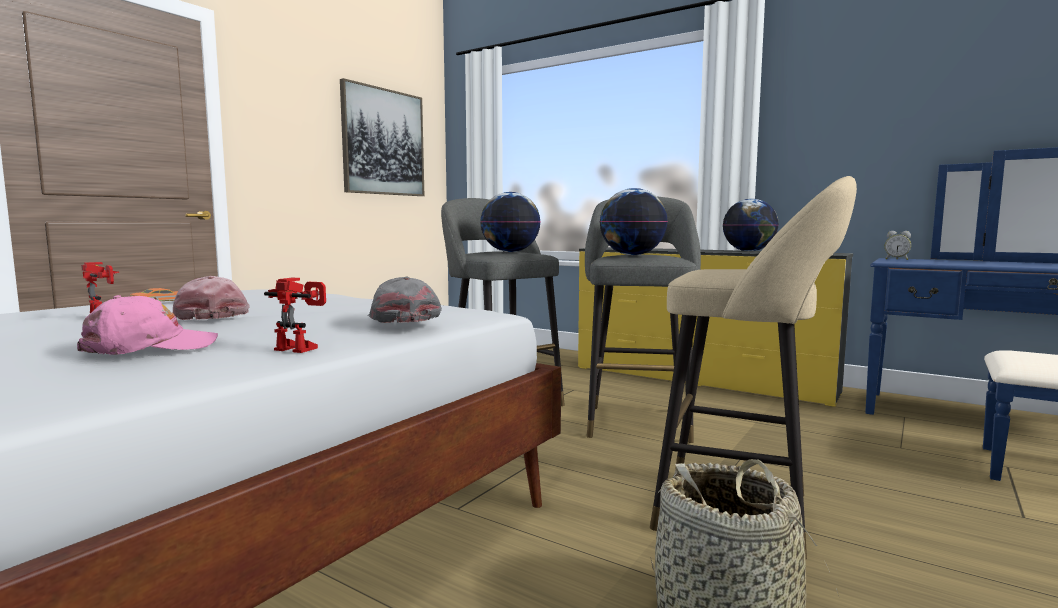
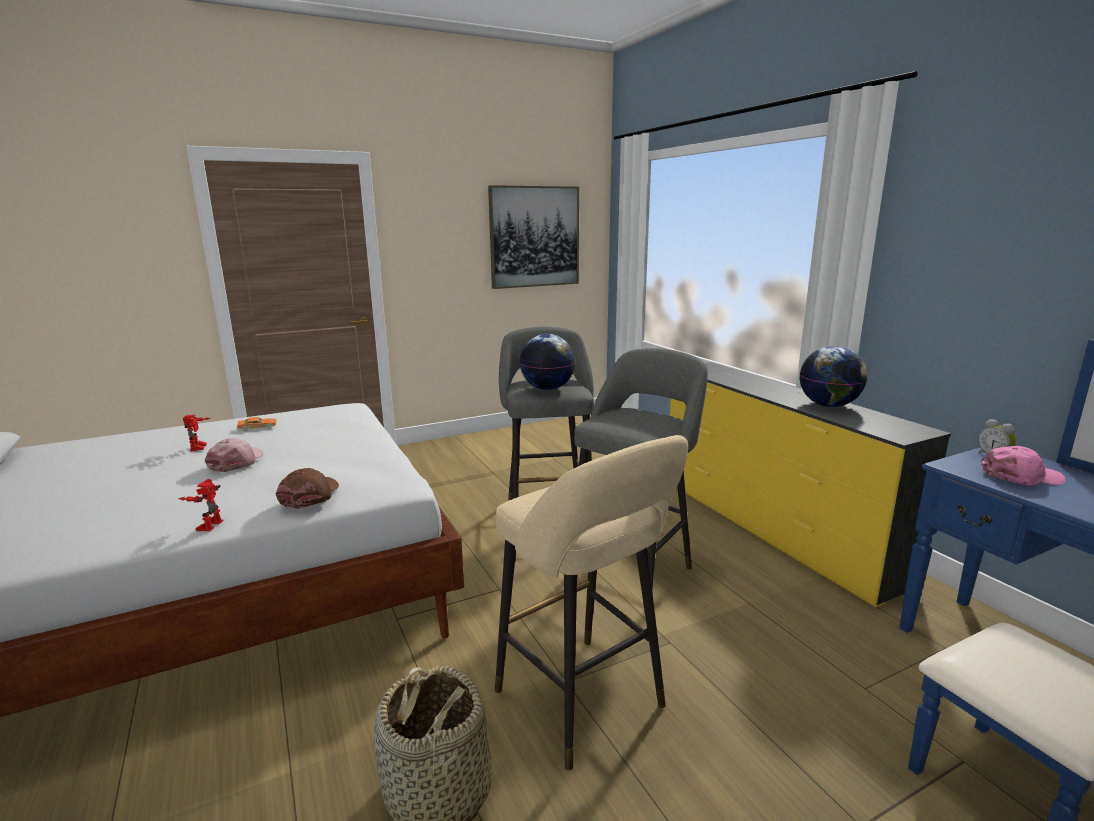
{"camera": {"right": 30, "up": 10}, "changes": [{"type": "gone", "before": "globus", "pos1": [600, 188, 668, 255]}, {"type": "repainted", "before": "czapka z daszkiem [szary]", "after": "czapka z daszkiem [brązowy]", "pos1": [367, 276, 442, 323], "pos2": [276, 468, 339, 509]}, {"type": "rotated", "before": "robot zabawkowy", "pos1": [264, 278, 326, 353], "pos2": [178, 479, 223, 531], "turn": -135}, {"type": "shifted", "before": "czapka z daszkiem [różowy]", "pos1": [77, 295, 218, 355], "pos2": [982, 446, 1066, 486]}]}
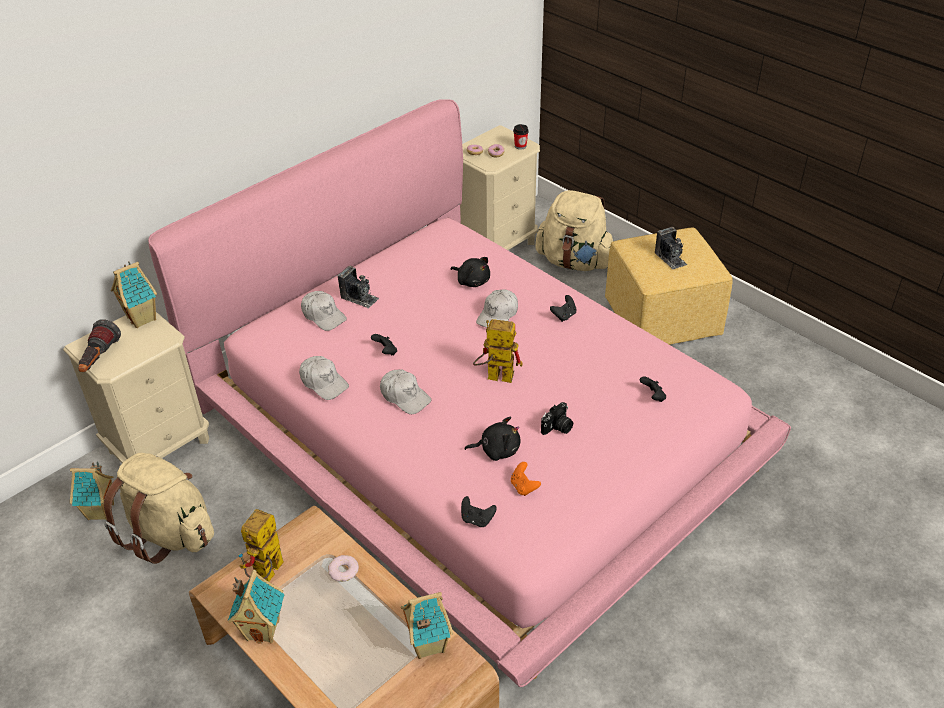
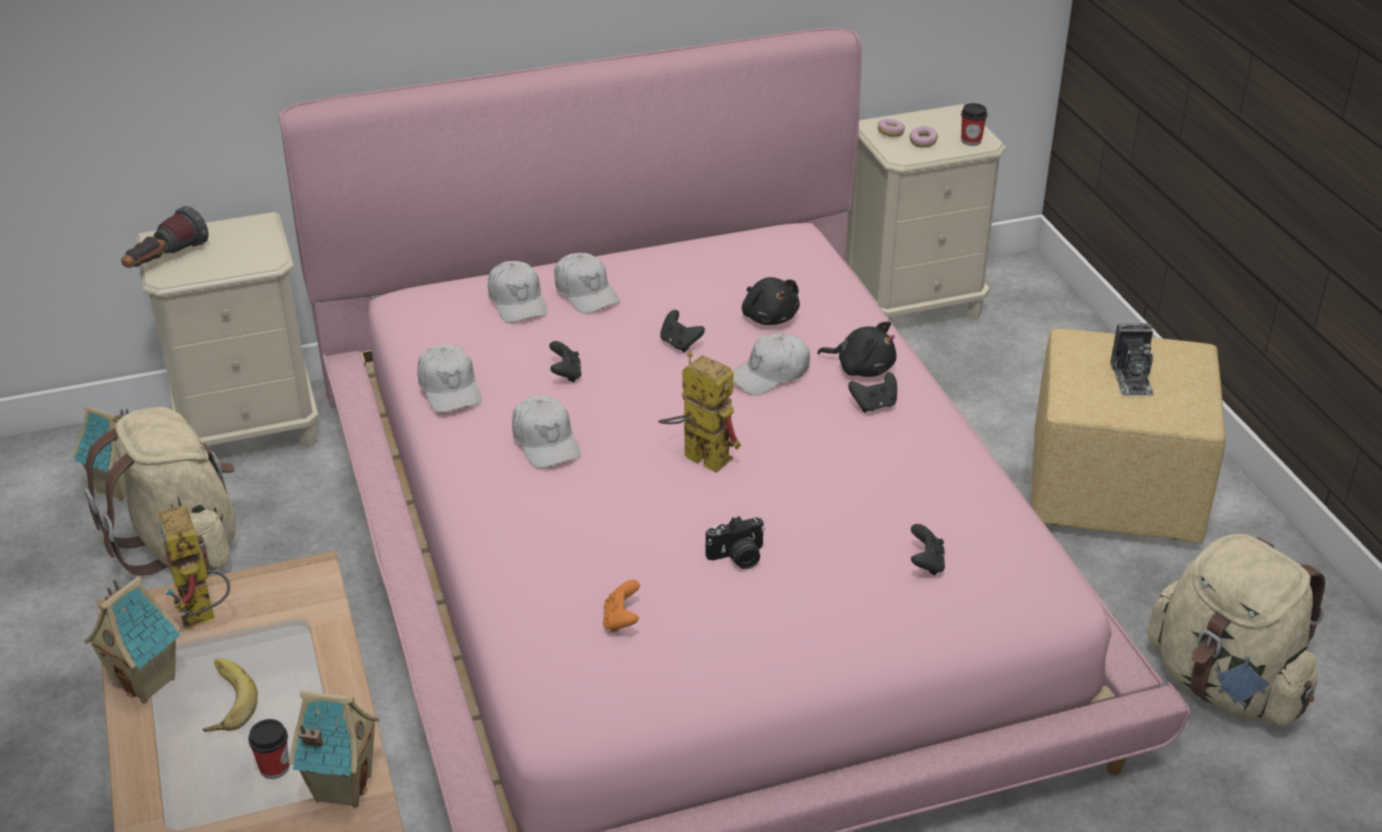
{"camera": {"right": 25, "up": -5}, "changes": [{"type": "shifted", "before": "plecak [beżowy]", "pos1": [535, 190, 613, 271], "pos2": [1147, 534, 1325, 727]}, {"type": "gone", "before": "domek", "pos1": [111, 261, 157, 328]}, {"type": "swapped", "before": "aparat fotograficzny", "after": "czapka z daszkiem [biały]", "pos1": [338, 266, 379, 309], "pos2": [554, 253, 620, 314]}, {"type": "shifted", "before": "pluszak [czarny]", "pos1": [464, 417, 520, 461], "pos2": [817, 321, 896, 377]}, {"type": "shifted", "before": "pad do gier [czarny]", "pos1": [461, 496, 497, 527], "pos2": [660, 310, 705, 352]}, {"type": "rotated", "before": "robot zabawkowy", "pos1": [238, 509, 284, 582], "pos2": [158, 504, 230, 629], "turn": -75}, {"type": "gone", "before": "donut", "pos1": [328, 555, 359, 581]}, {"type": "new", "after": "banan", "pos2": [203, 659, 258, 732]}, {"type": "new", "after": "filiżanka", "pos2": [248, 719, 289, 779]}]}
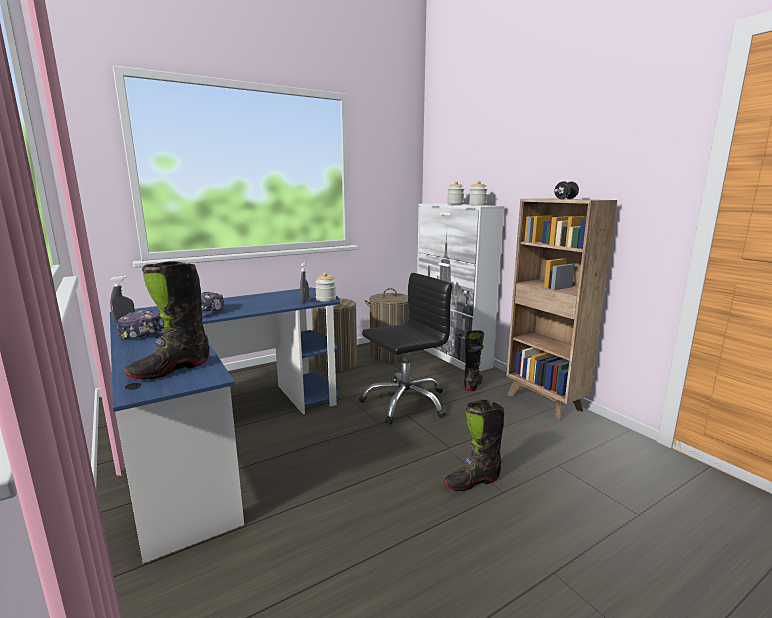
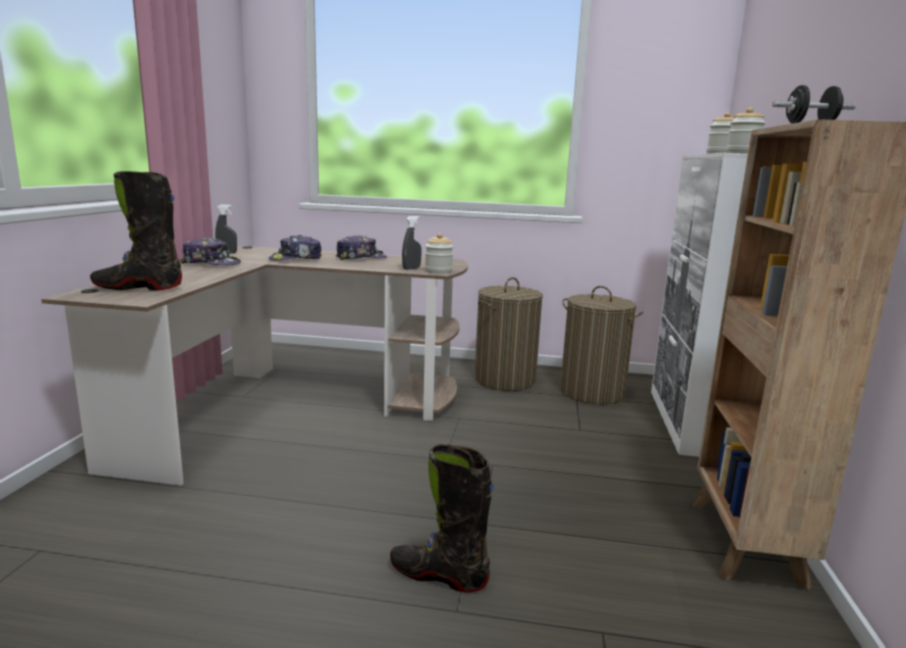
{"camera": {"right": 40, "up": 0}, "changes": [{"type": "gone", "before": "krzesło biurowe [czarny]", "pos1": [359, 273, 453, 424]}, {"type": "repainted", "before": "biurko [niebieski]", "after": "biurko [brązowy]", "pos1": [110, 287, 340, 564], "pos2": [41, 246, 468, 485]}, {"type": "gone", "before": "but z cholewką [czarny]", "pos1": [464, 330, 484, 391]}, {"type": "new", "after": "czapka z daszkiem", "pos2": [336, 235, 387, 260]}]}
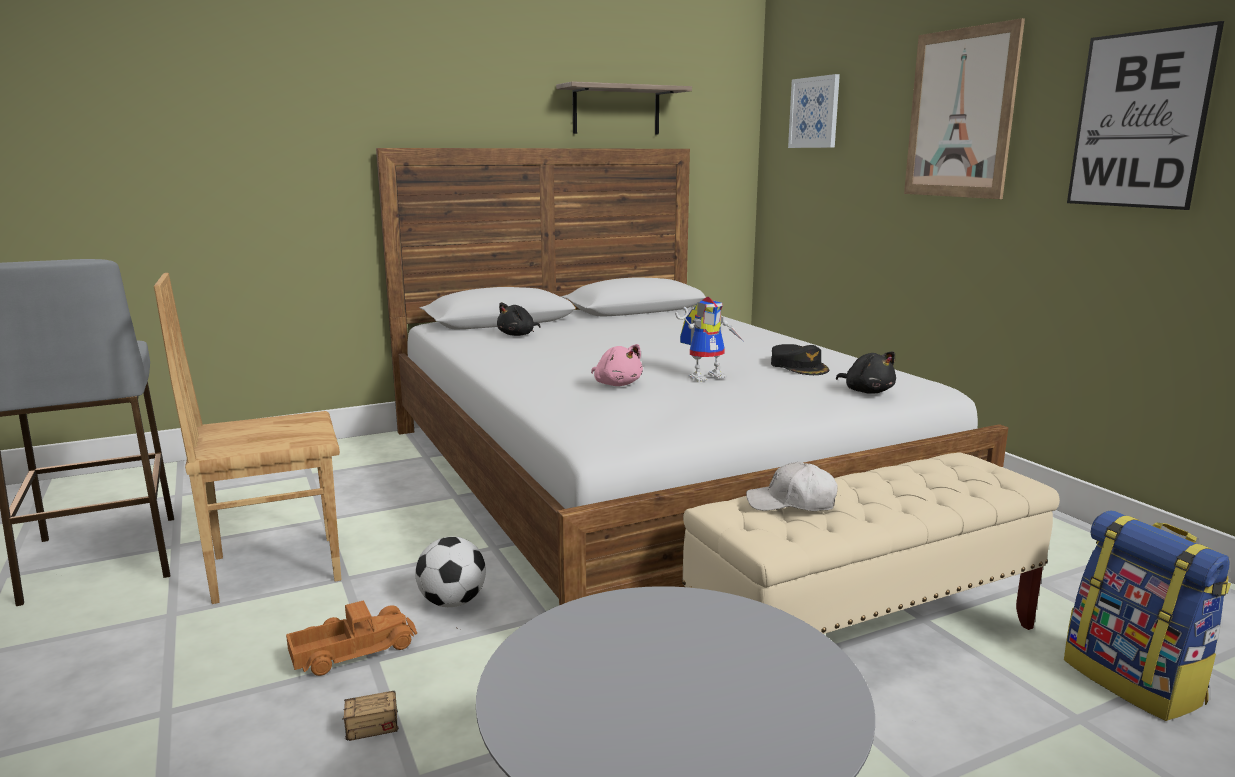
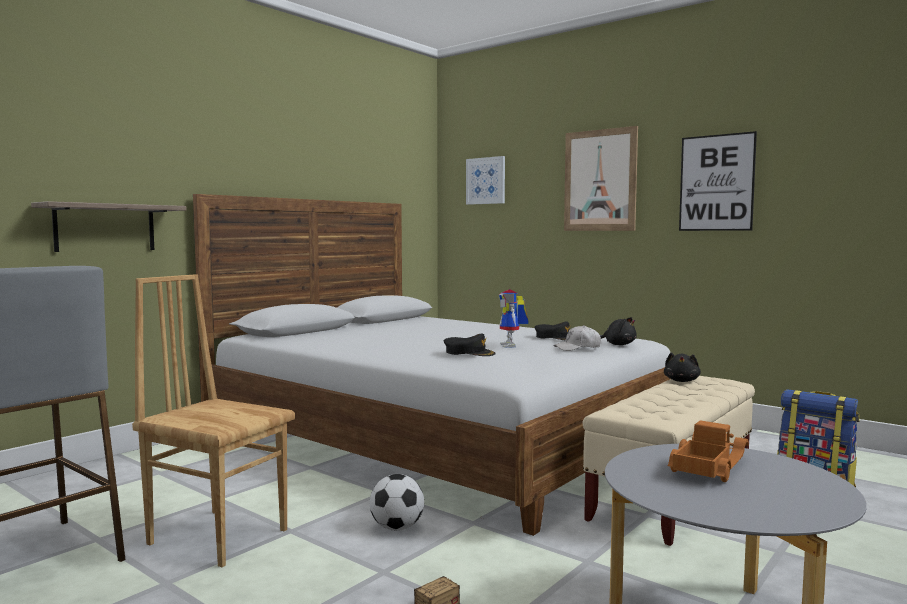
{"camera": {"right": -25, "up": -10}, "changes": [{"type": "shifted", "before": "półka", "pos1": [556, 81, 692, 135], "pos2": [31, 201, 187, 252]}, {"type": "rotated", "before": "krzesło [brązowy]", "pos1": [154, 273, 341, 604], "pos2": [132, 274, 295, 567], "turn": 75}, {"type": "rotated", "before": "robot zabawkowy", "pos1": [675, 297, 743, 382], "pos2": [499, 289, 528, 348], "turn": 135}, {"type": "shifted", "before": "pluszak [czarny]", "pos1": [497, 302, 541, 336], "pos2": [664, 352, 701, 382]}, {"type": "swapped", "before": "pluszak [różowy]", "after": "czapka z daszkiem [czarny]", "pos1": [591, 344, 643, 386], "pos2": [444, 333, 496, 356]}, {"type": "shifted", "before": "czapka z daszkiem [biały]", "pos1": [746, 462, 838, 511], "pos2": [554, 325, 601, 351]}, {"type": "shifted", "before": "ciężarówka zabawkowa", "pos1": [286, 601, 417, 676], "pos2": [668, 420, 749, 482]}]}
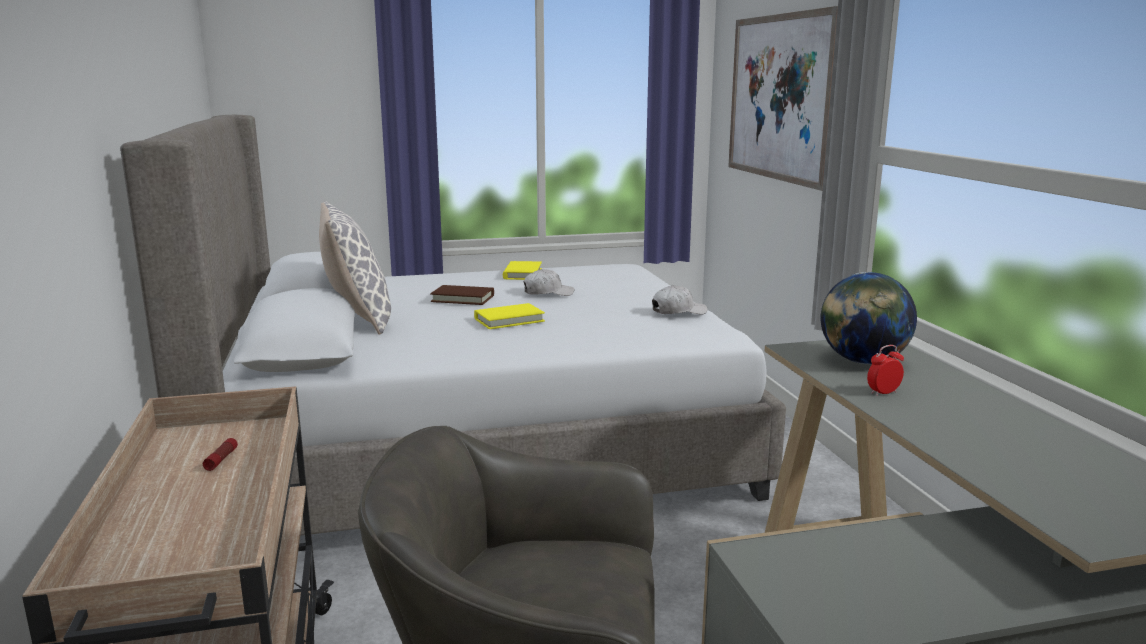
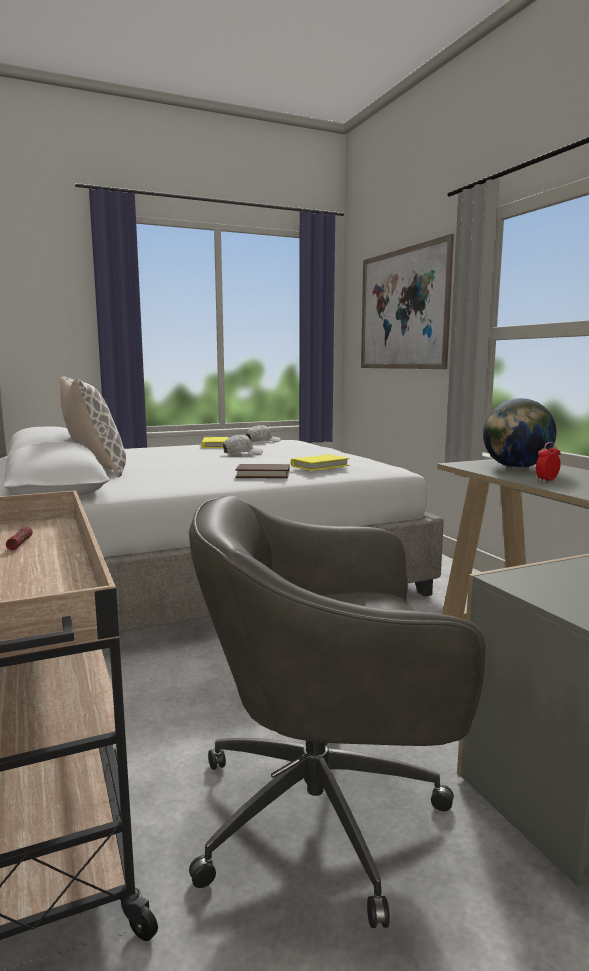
{"camera": {"right": -10, "up": -5}, "changes": [{"type": "shifted", "before": "książka [brązowy]", "pos1": [430, 285, 494, 305], "pos2": [235, 464, 290, 478]}, {"type": "shifted", "before": "czapka z daszkiem [biały]", "pos1": [652, 285, 708, 315], "pos2": [246, 425, 281, 442]}, {"type": "shifted", "before": "książka [żółty]", "pos1": [474, 303, 545, 329], "pos2": [291, 454, 350, 471]}]}
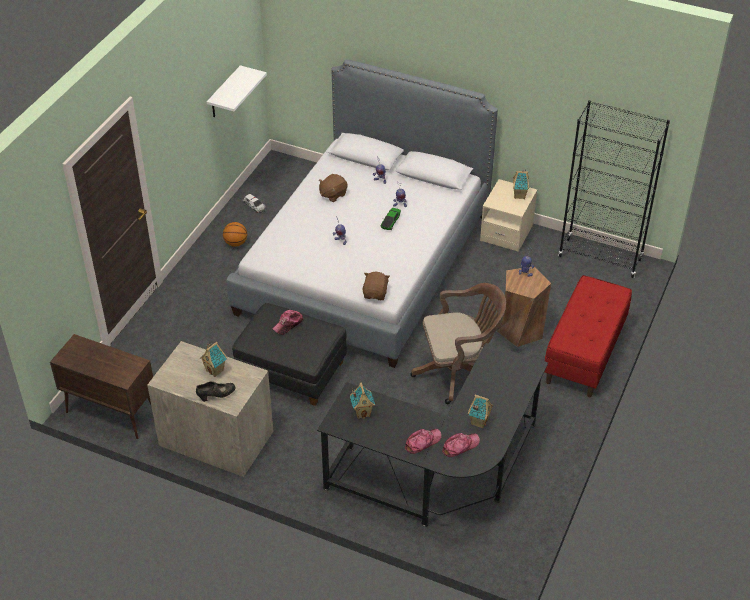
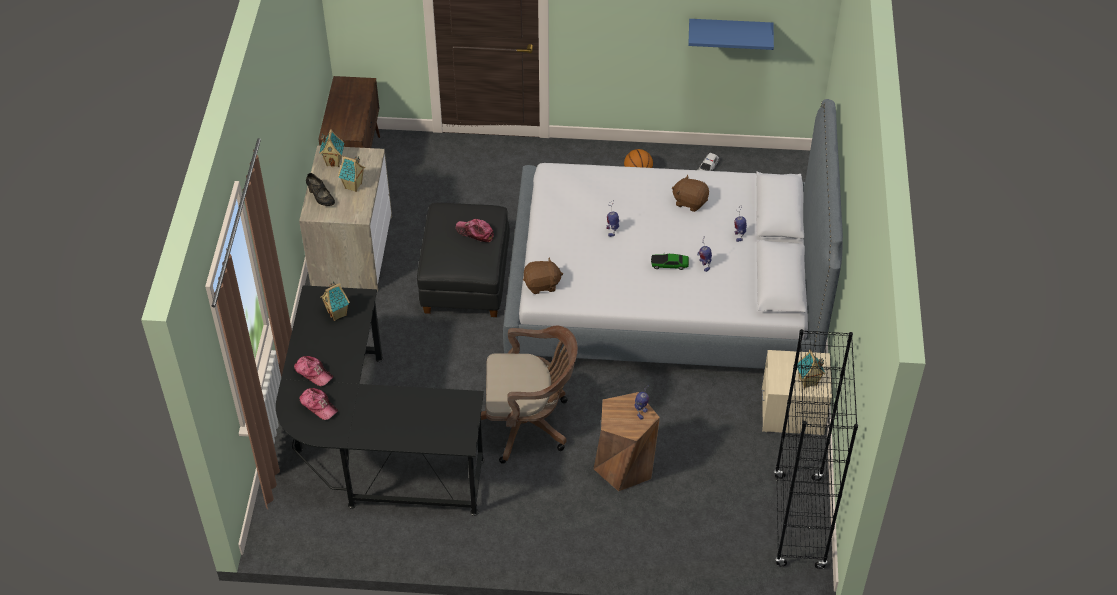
{"camera": {"right": 70, "up": 5}, "changes": [{"type": "repainted", "before": "półka [biały]", "after": "półka [niebieski]", "pos1": [207, 65, 267, 117], "pos2": [688, 19, 774, 50]}, {"type": "gone", "before": "ławka [czerwony]", "pos1": [544, 275, 632, 397]}, {"type": "rotated", "before": "krzesło biurowe [brązowy]", "pos1": [410, 283, 506, 404], "pos2": [481, 326, 578, 464], "turn": -60}, {"type": "shifted", "before": "domek", "pos1": [468, 395, 493, 429], "pos2": [319, 129, 344, 167]}]}
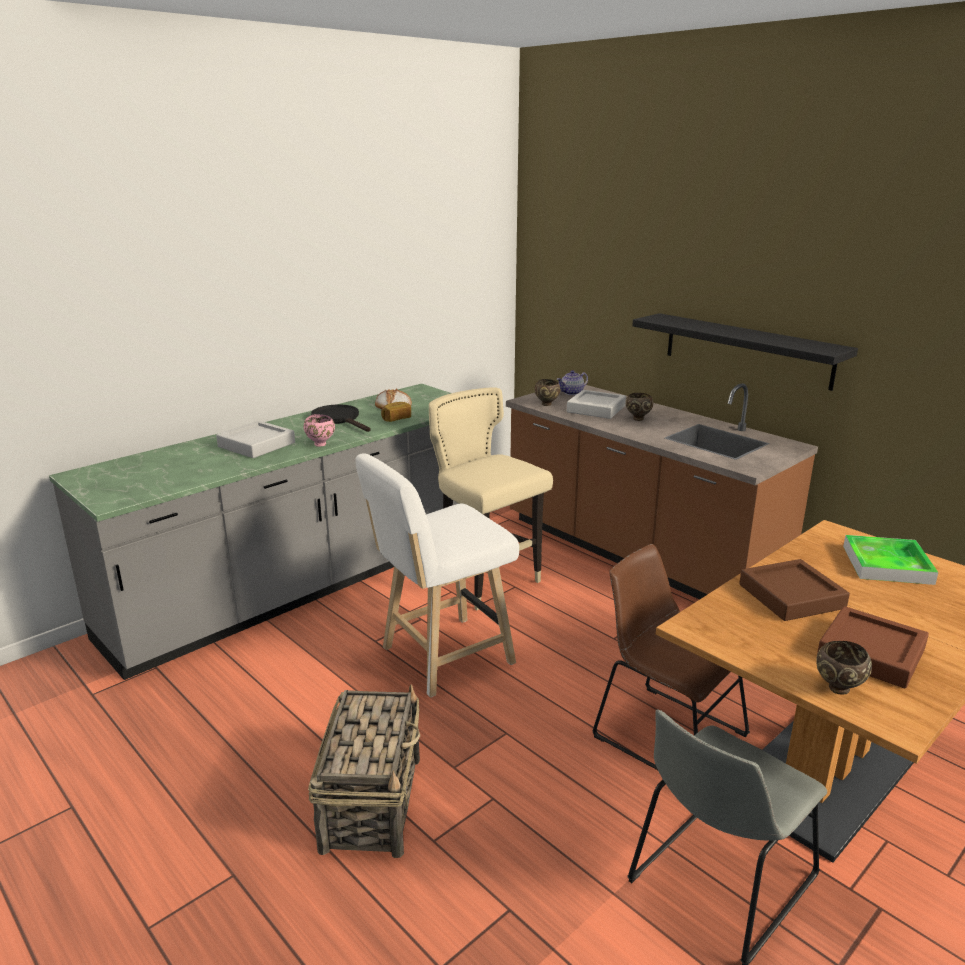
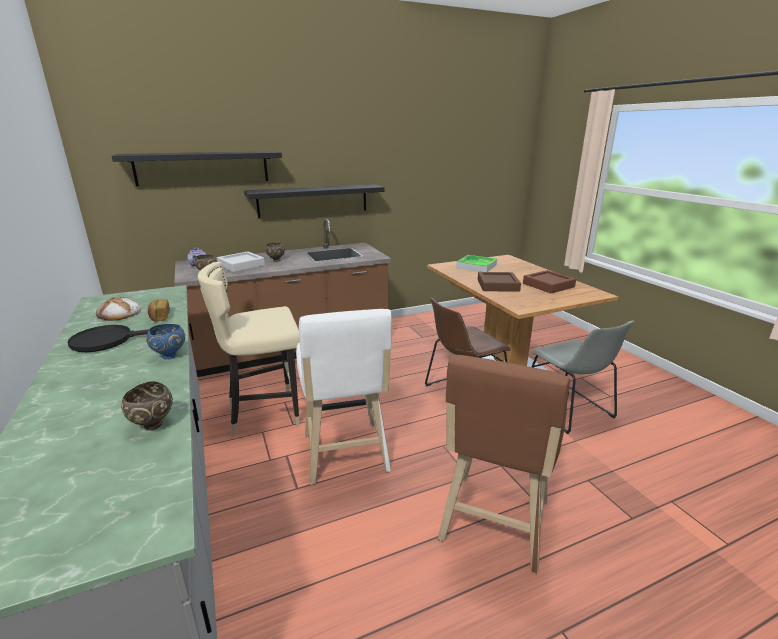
{"camera": {"right": -70, "up": 0}, "changes": [{"type": "repainted", "before": "miska [różowy]", "after": "miska [niebieski]", "pos1": [304, 414, 335, 447], "pos2": [146, 324, 185, 359]}, {"type": "gone", "before": "taca [szary]", "pos1": [216, 421, 295, 458]}, {"type": "shifted", "before": "miska [brązowy]", "pos1": [816, 641, 872, 695], "pos2": [121, 382, 173, 430]}, {"type": "swapped", "before": "koszyk", "after": "stołek [brązowy]", "pos1": [308, 684, 420, 858], "pos2": [438, 355, 570, 574]}, {"type": "new", "after": "półka [czarny]", "pos2": [112, 151, 282, 186]}]}
